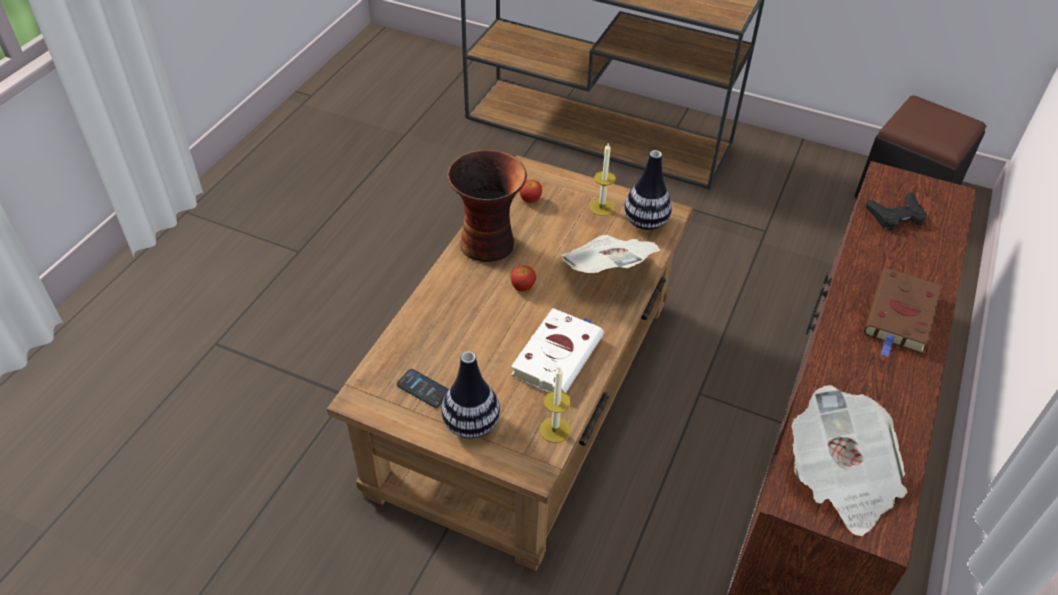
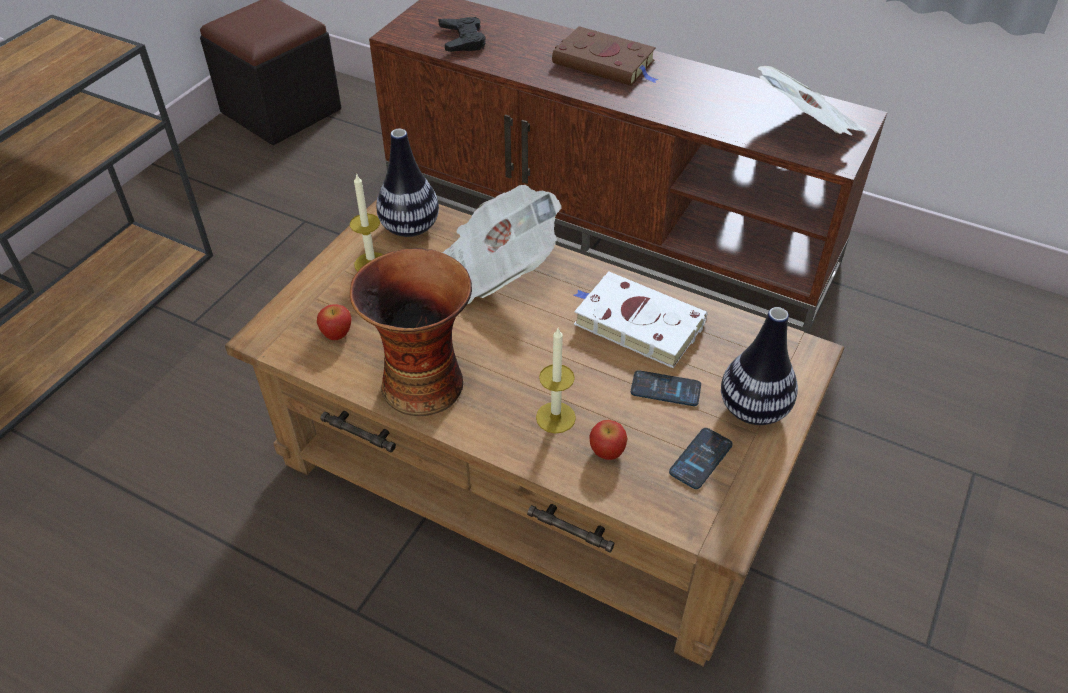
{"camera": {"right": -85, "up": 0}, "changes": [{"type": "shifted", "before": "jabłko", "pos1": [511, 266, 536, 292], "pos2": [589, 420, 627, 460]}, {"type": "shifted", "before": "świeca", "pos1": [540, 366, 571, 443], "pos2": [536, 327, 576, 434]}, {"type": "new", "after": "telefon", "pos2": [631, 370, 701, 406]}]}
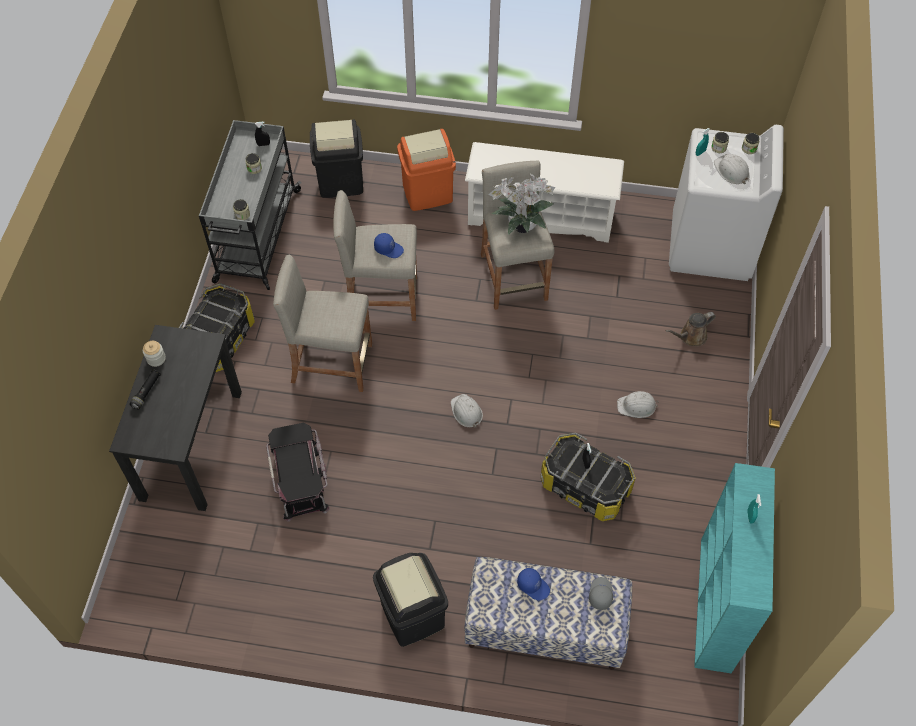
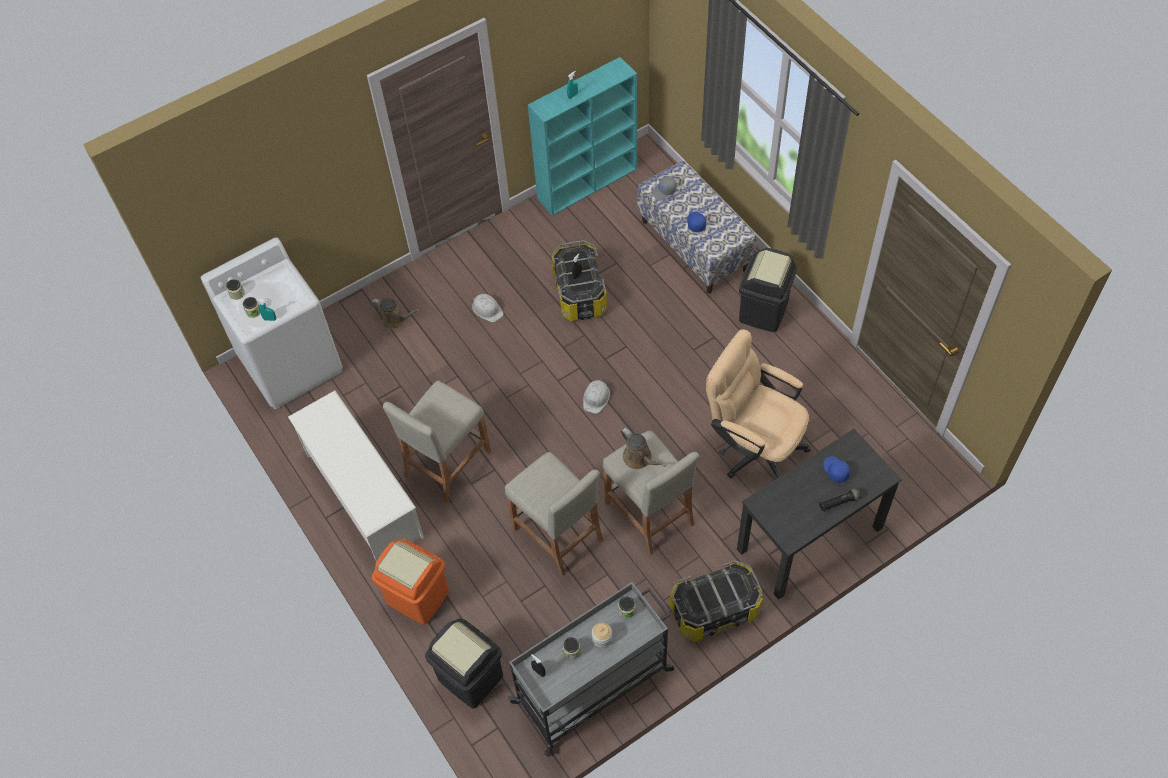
{"camera": {"right": -130, "up": 0}, "changes": [{"type": "gone", "before": "kask [biały]", "pos1": [714, 154, 750, 184]}, {"type": "gone", "before": "roślina doniczkowa", "pos1": [488, 173, 556, 235]}, {"type": "shifted", "before": "czapka z daszkiem [niebieski]", "pos1": [374, 233, 404, 258], "pos2": [823, 456, 850, 483]}, {"type": "shifted", "before": "słoik", "pos1": [143, 341, 166, 367], "pos2": [592, 622, 612, 648]}, {"type": "swapped", "before": "pojemnik do przechowywania [czarny]", "after": "krzesło biurowe [beżowy]", "pos1": [266, 423, 330, 522], "pos2": [706, 329, 811, 478]}, {"type": "new", "after": "konewka [brązowy]", "pos2": [621, 428, 666, 469]}]}
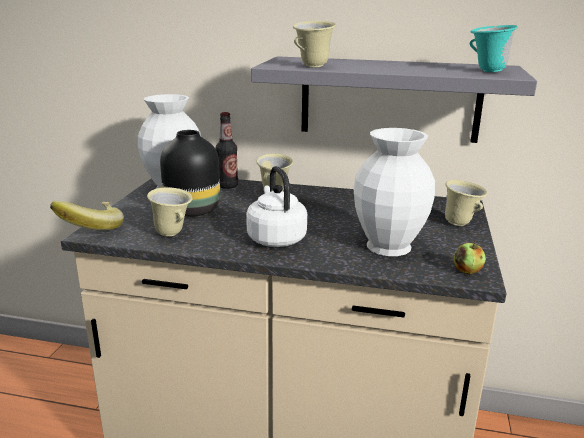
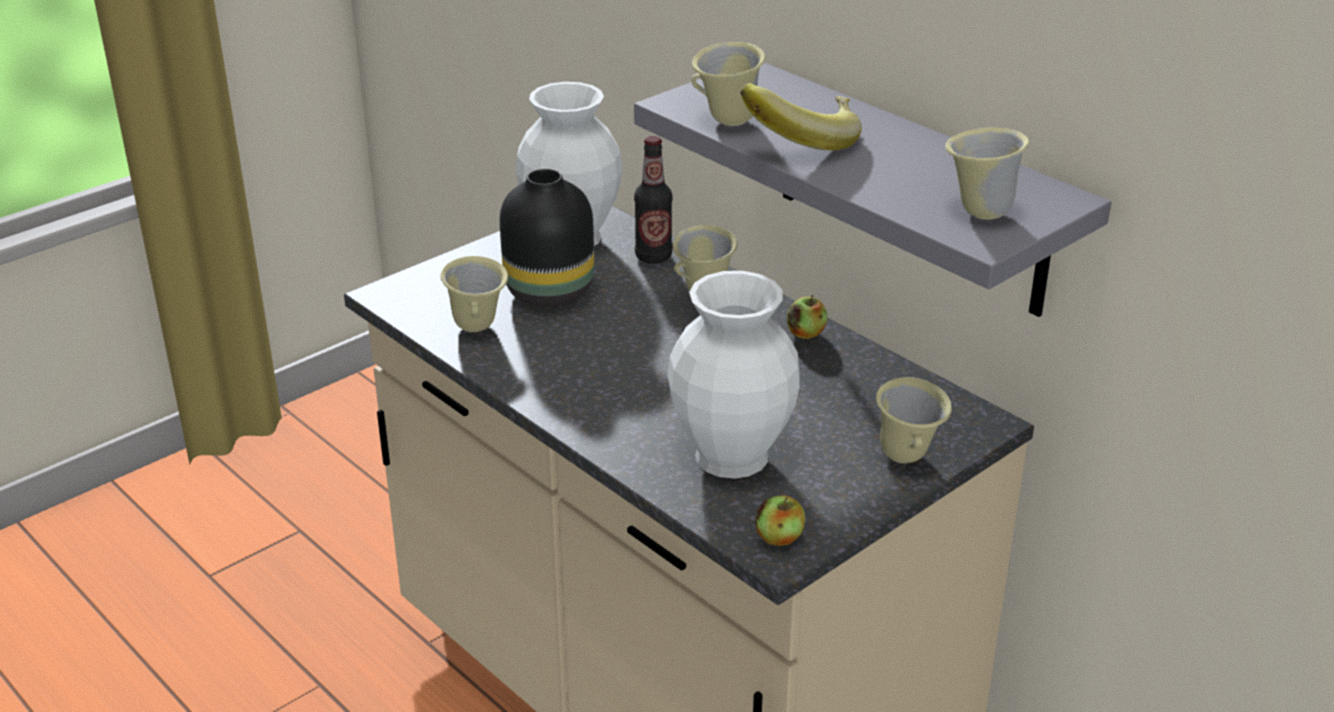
{"camera": {"right": 35, "up": 10}, "changes": [{"type": "repainted", "before": "kubek [turkusowy]", "after": "kubek [beżowy]", "pos1": [470, 25, 518, 72], "pos2": [945, 127, 1030, 220]}, {"type": "gone", "before": "czajnik [biały]", "pos1": [246, 166, 307, 247]}, {"type": "shifted", "before": "banan", "pos1": [50, 201, 124, 230], "pos2": [740, 83, 862, 150]}, {"type": "new", "after": "jabłko", "pos2": [787, 295, 828, 339]}]}
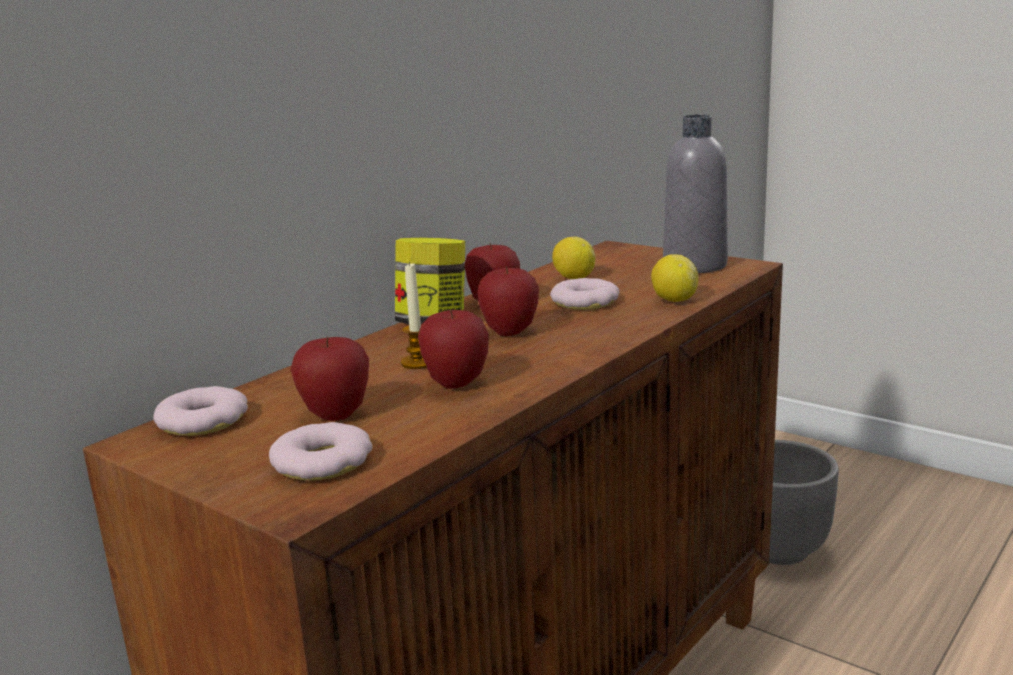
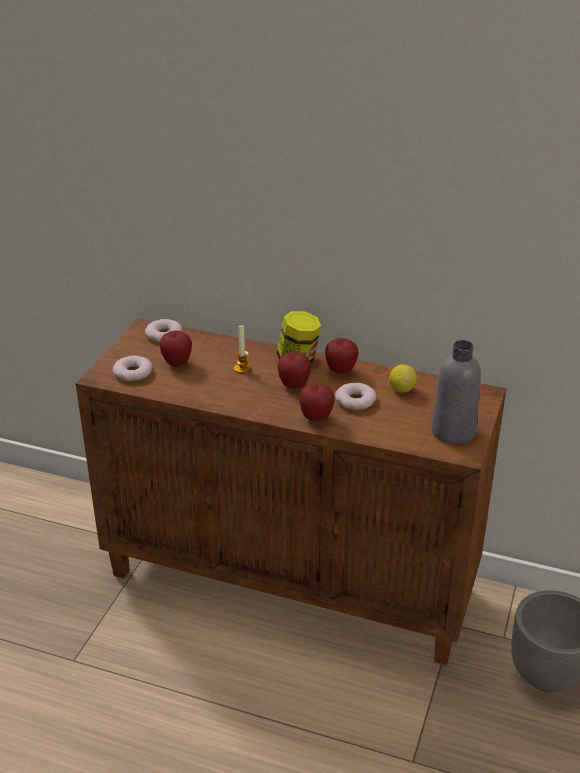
{"camera": {"right": 70, "up": 15}, "changes": [{"type": "gone", "before": "cytryna", "pos1": [651, 254, 699, 302]}, {"type": "shifted", "before": "jabłko", "pos1": [418, 309, 489, 389], "pos2": [299, 383, 335, 421]}]}
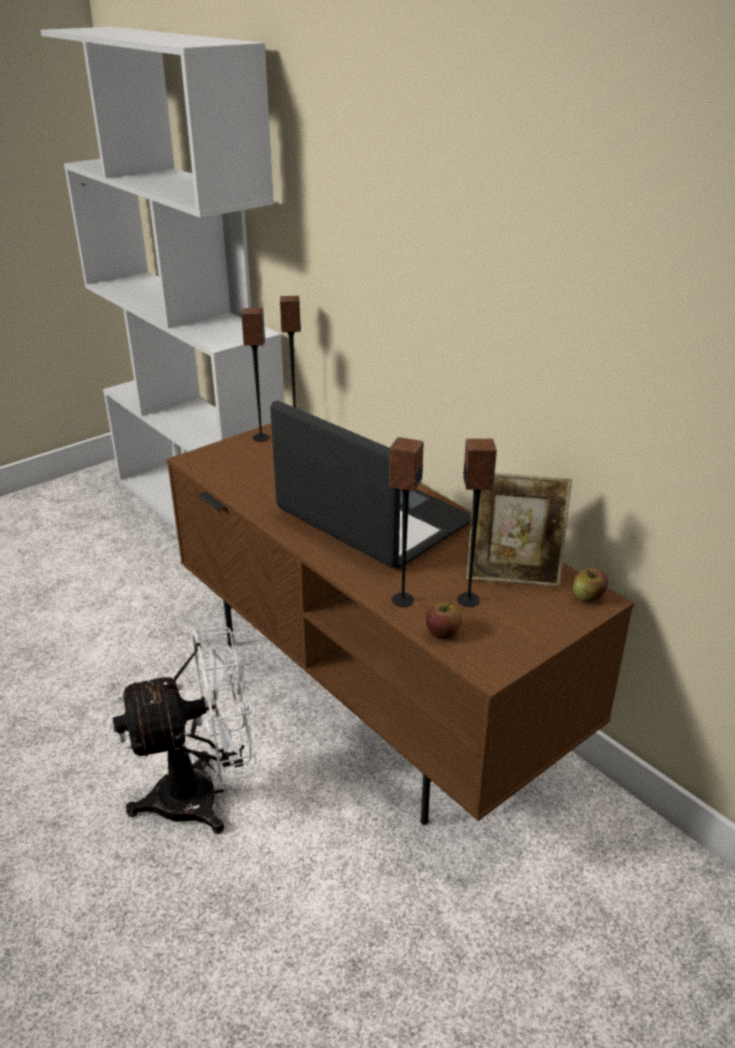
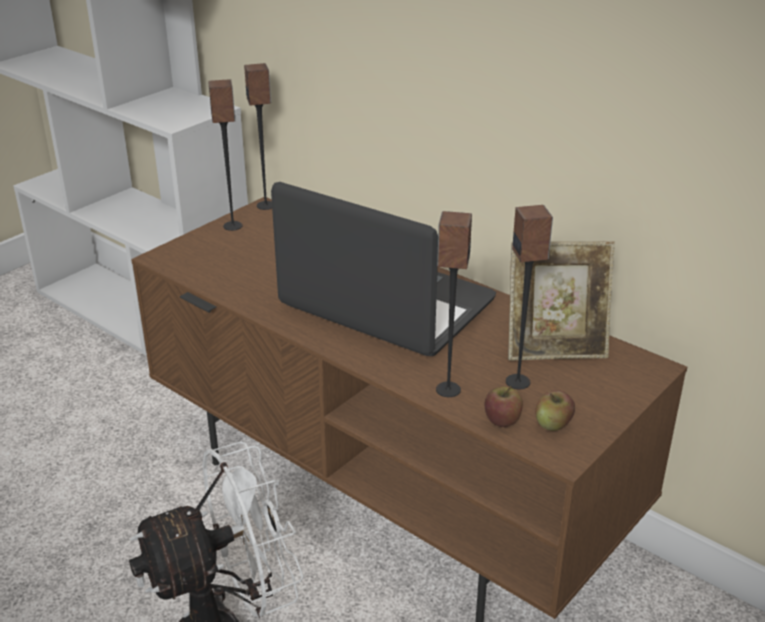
{"camera": {"right": -10, "up": 0}, "changes": [{"type": "shifted", "before": "jabłko", "pos1": [573, 568, 608, 602], "pos2": [535, 390, 575, 431]}]}
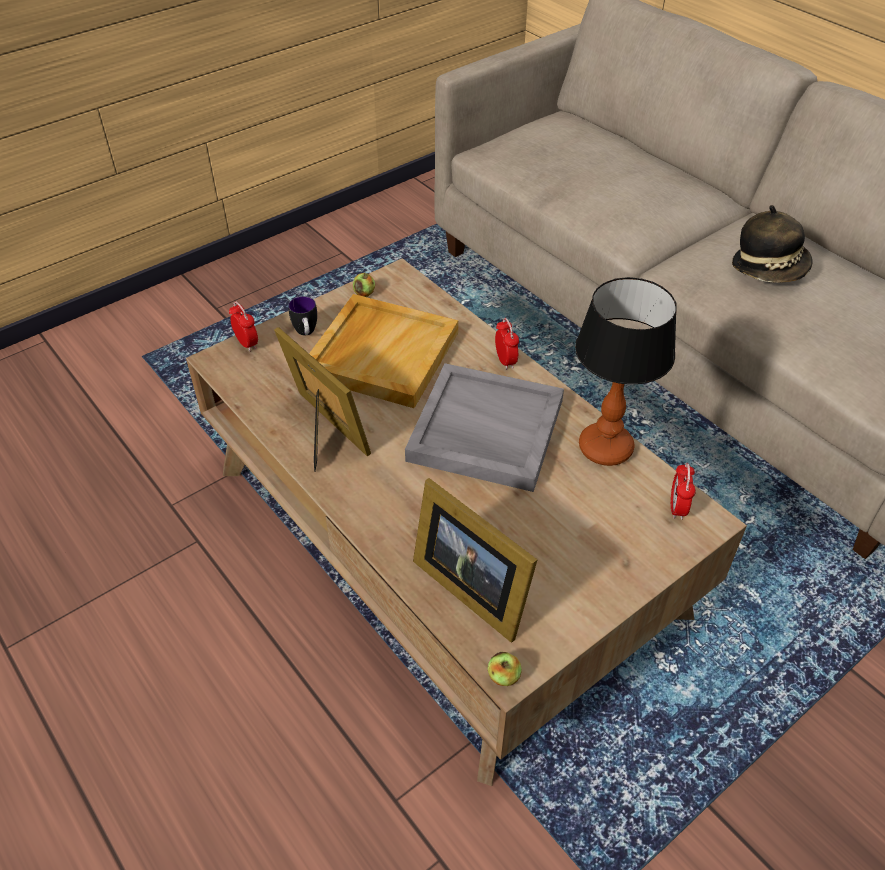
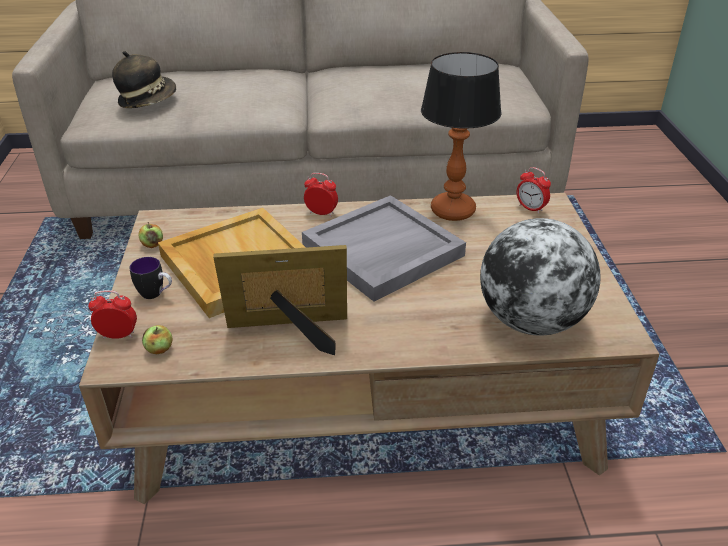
{"camera": {"right": -55, "up": -10}, "changes": [{"type": "shifted", "before": "kapelusz", "pos1": [732, 205, 813, 283], "pos2": [112, 51, 176, 108]}, {"type": "swapped", "before": "ramka na zdjęcie", "after": "globus", "pos1": [413, 478, 537, 642], "pos2": [480, 218, 601, 336]}, {"type": "shifted", "before": "jabłko", "pos1": [488, 652, 522, 686], "pos2": [142, 325, 173, 354]}]}
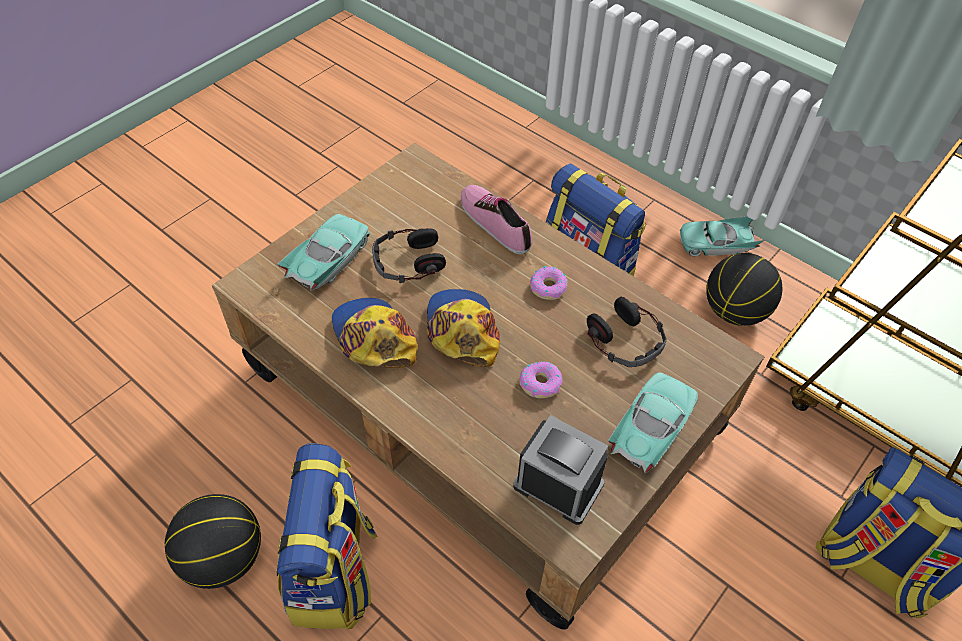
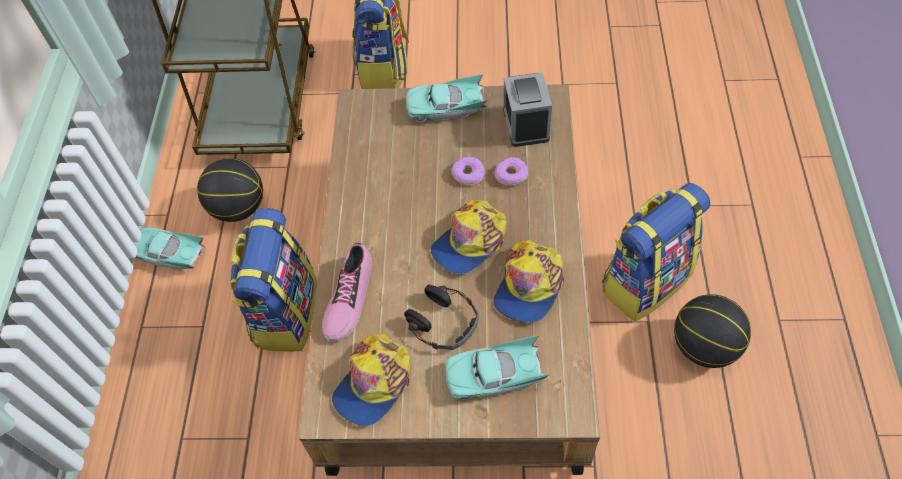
{"camera": {"right": -125, "up": 5}, "changes": [{"type": "rotated", "before": "samochodzik [turkusowy]", "pos1": [680, 216, 765, 257], "pos2": [133, 227, 206, 270], "turn": 150}, {"type": "shifted", "before": "donut", "pos1": [530, 266, 567, 300], "pos2": [495, 157, 528, 186]}, {"type": "gone", "before": "słuchawki", "pos1": [587, 297, 667, 367]}, {"type": "new", "after": "czapka z daszkiem", "pos2": [332, 333, 411, 426]}]}
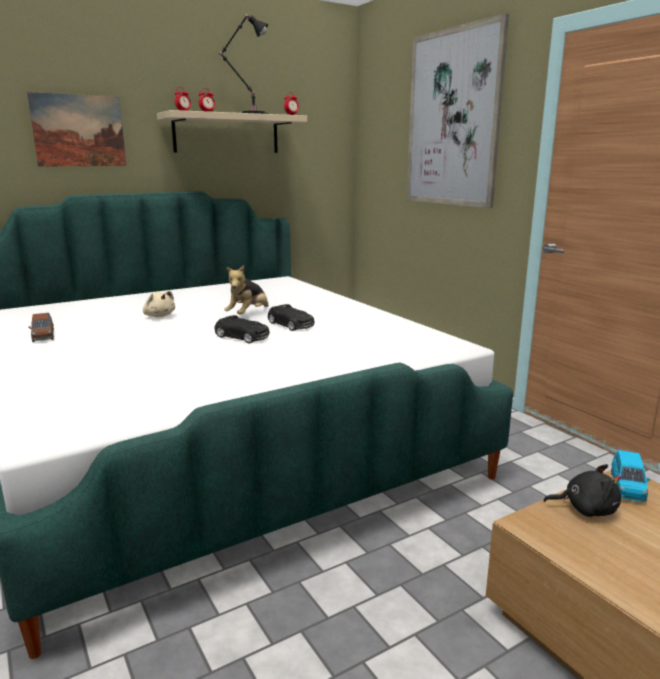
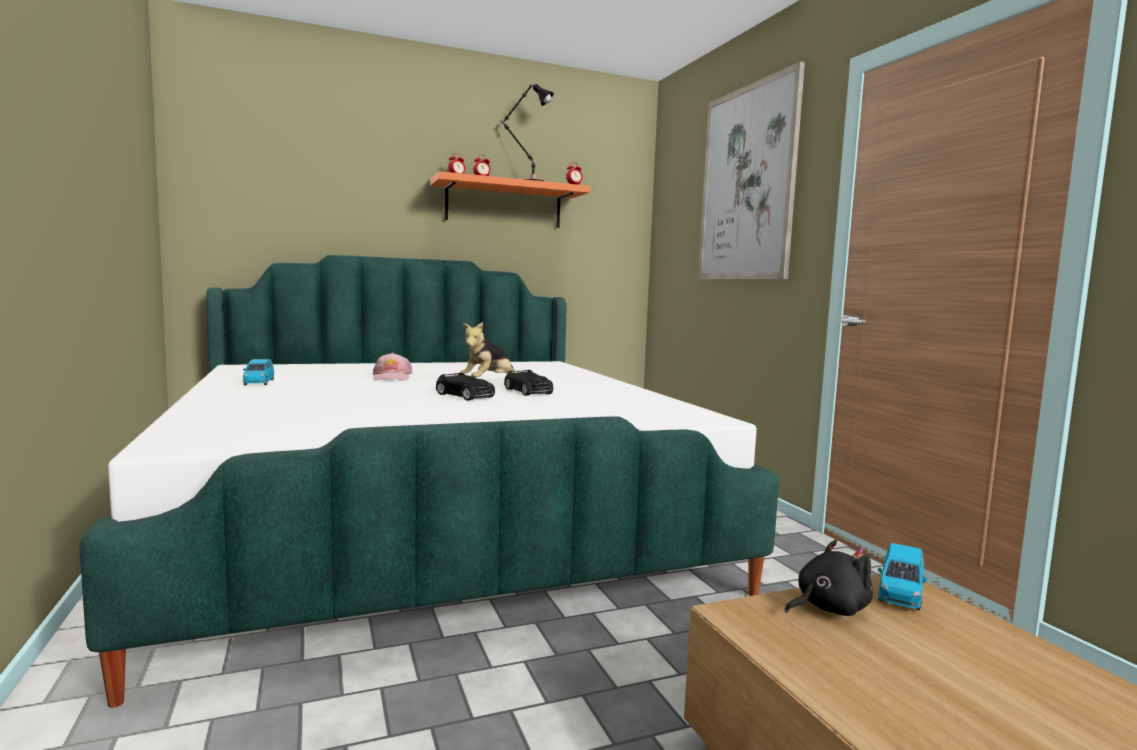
{"camera": {"right": 10, "up": -10}, "changes": [{"type": "gone", "before": "obraz", "pos1": [27, 92, 126, 167]}, {"type": "repainted", "before": "półka [beżowy]", "after": "półka [pomarańczowy]", "pos1": [157, 110, 307, 153], "pos2": [430, 171, 590, 228]}, {"type": "swapped", "before": "pluszak [beżowy]", "after": "czapka z daszkiem [różowy]", "pos1": [143, 291, 175, 317], "pos2": [373, 353, 412, 381]}, {"type": "repainted", "before": "samochodzik [brązowy]", "after": "samochodzik [niebieski]", "pos1": [29, 313, 54, 342], "pos2": [243, 359, 274, 385]}, {"type": "rotated", "before": "pluszak [czarny]", "pos1": [543, 464, 622, 517], "pos2": [785, 540, 873, 616], "turn": -45}]}
